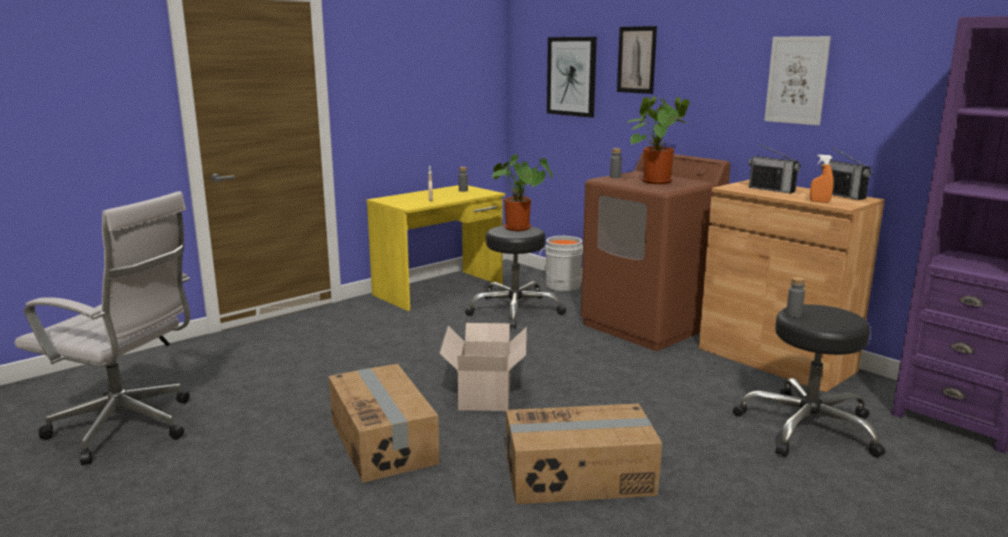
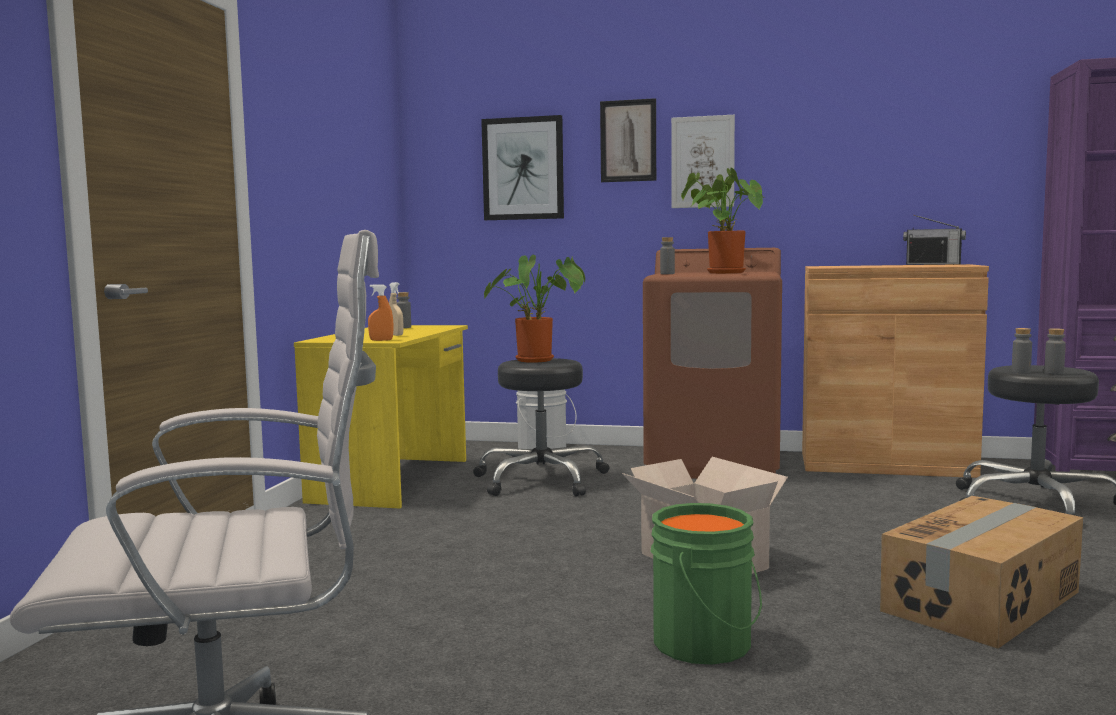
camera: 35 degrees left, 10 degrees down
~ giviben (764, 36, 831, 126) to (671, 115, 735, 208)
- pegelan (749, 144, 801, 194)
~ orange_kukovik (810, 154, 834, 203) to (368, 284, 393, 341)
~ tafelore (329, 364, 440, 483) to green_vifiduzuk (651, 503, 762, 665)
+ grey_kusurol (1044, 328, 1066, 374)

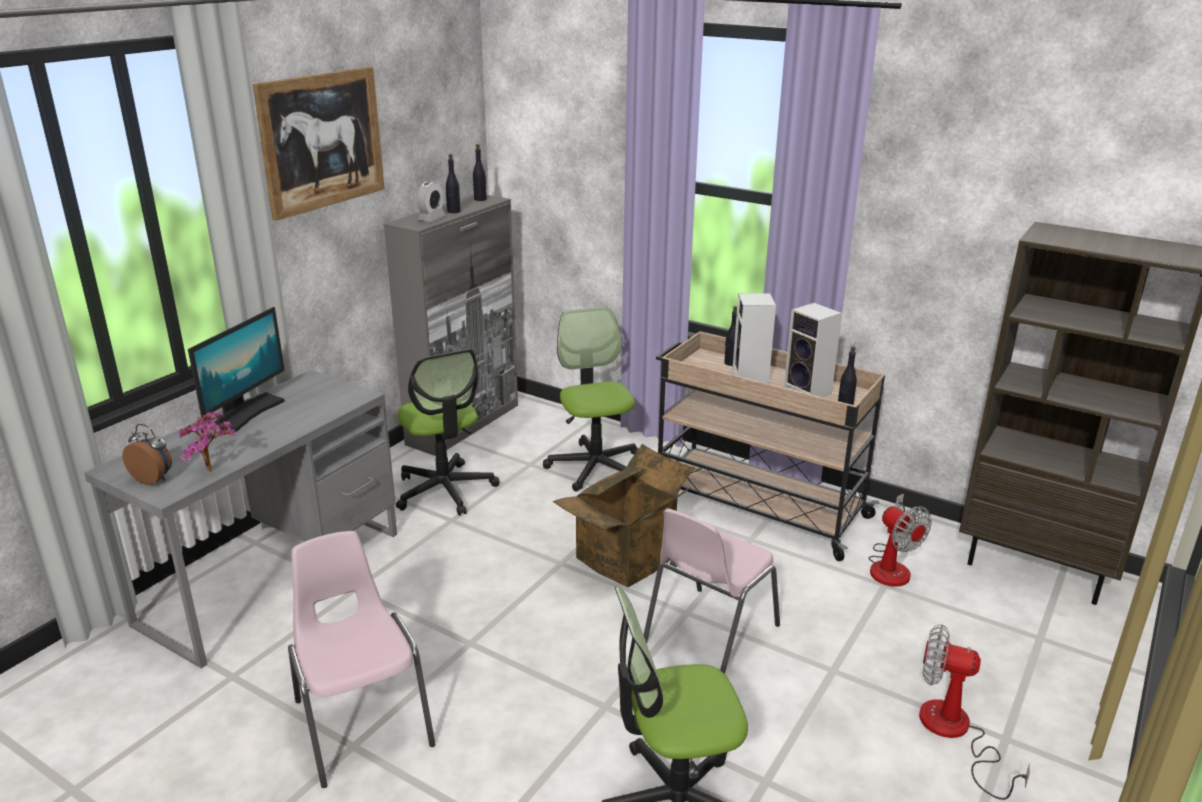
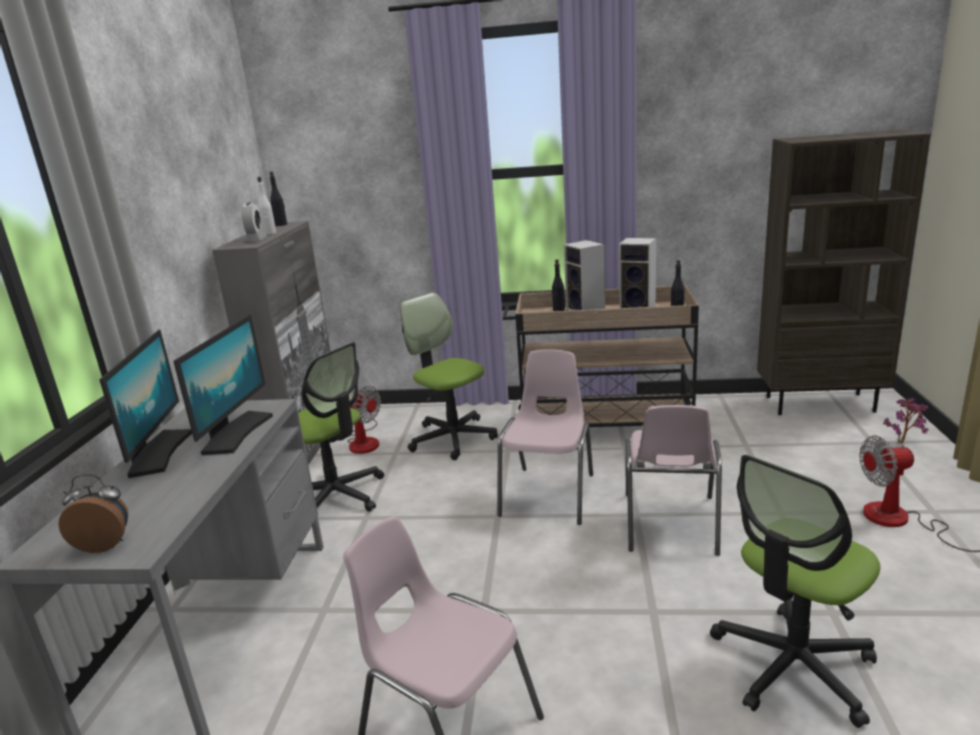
camera: 25 degrees left, 5 degrees down
- giviben (253, 66, 385, 221)
~ black_kusurol (446, 154, 461, 213) to white_kusurol (257, 177, 276, 235)
~ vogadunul (179, 411, 236, 471) to (883, 398, 928, 443)
~ tafelore (553, 444, 695, 587) to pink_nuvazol (497, 349, 593, 525)
~ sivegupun (868, 494, 932, 587) to (348, 386, 381, 454)
+ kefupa (173, 315, 273, 455)

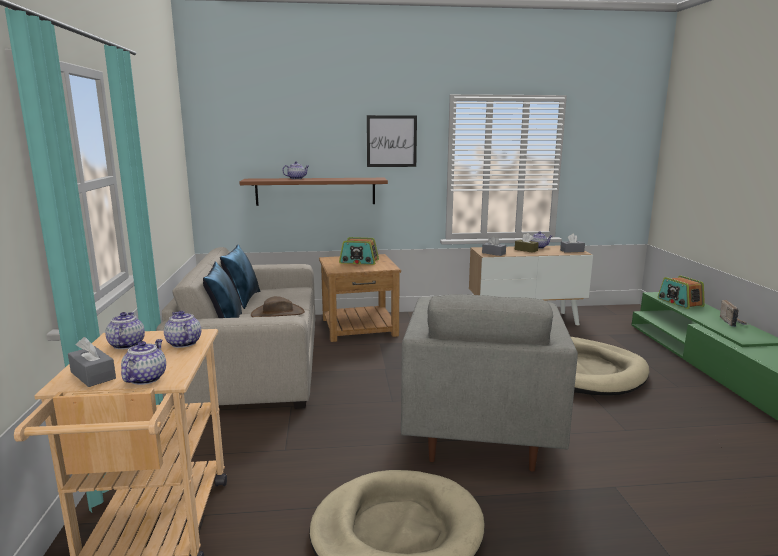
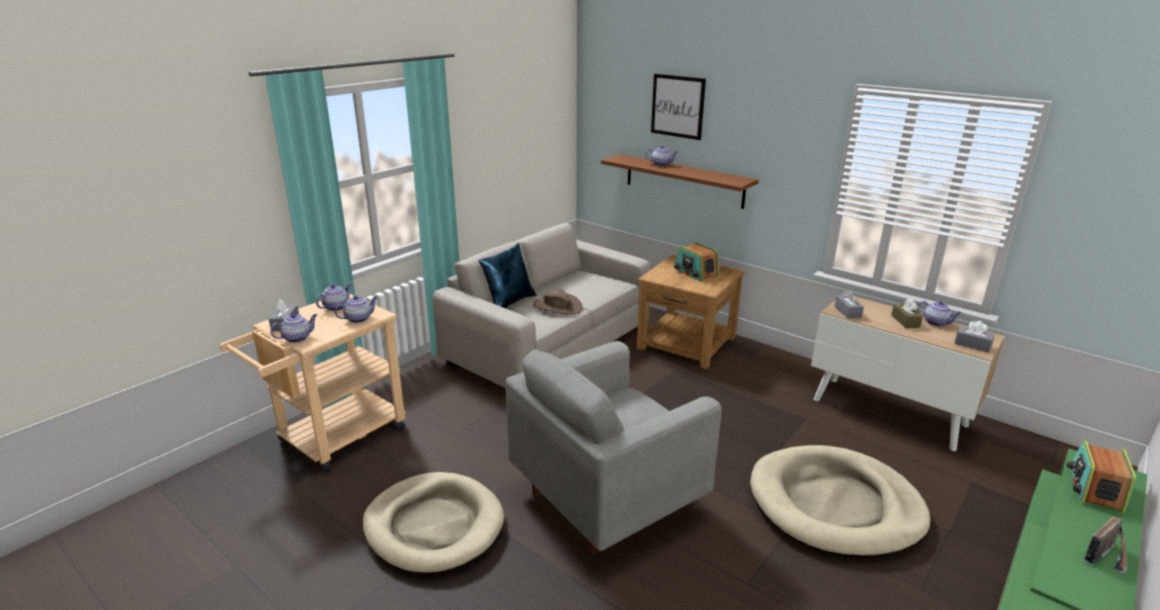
camera: 45 degrees right, 10 degrees up
~ giviben (367, 115, 417, 167) to (651, 74, 706, 140)
- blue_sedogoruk (220, 244, 260, 309)
~ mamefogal (164, 311, 201, 348) = (335, 296, 378, 323) 45 degrees clockwise

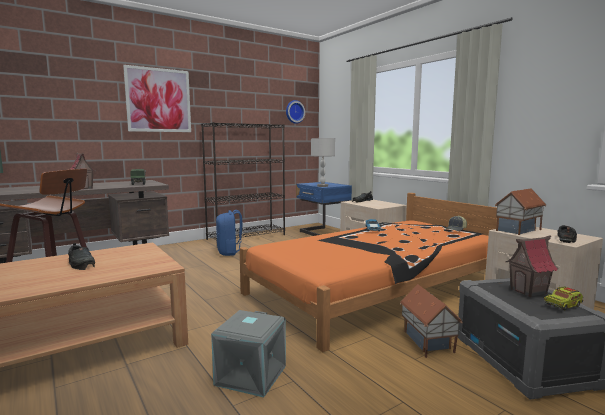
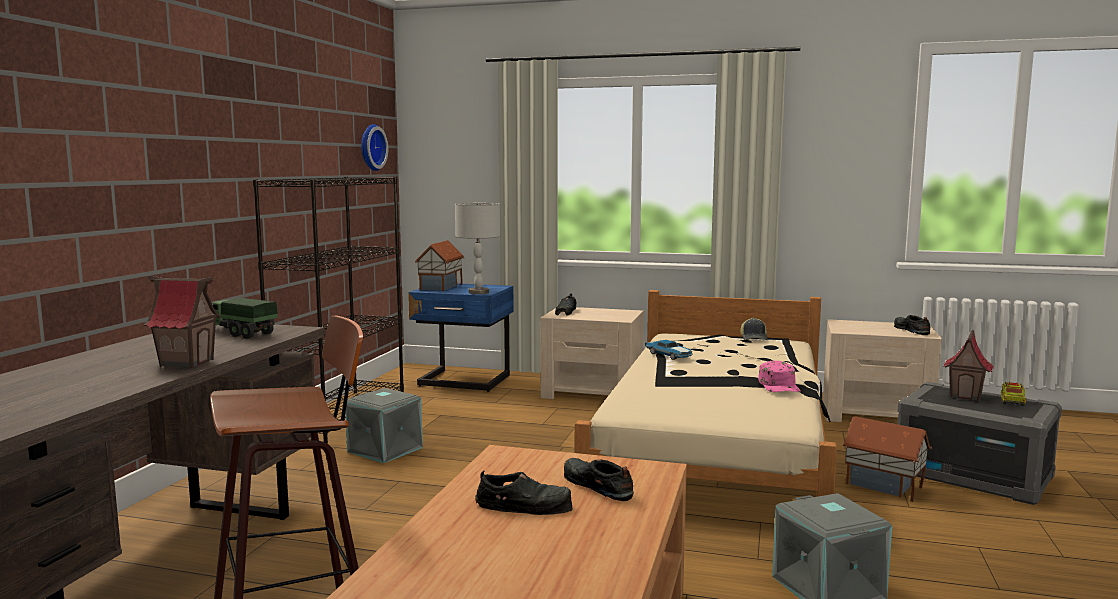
camera: 40 degrees left, 0 degrees up
- giviben (123, 65, 191, 132)
~ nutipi (495, 188, 546, 235) to (415, 240, 464, 291)
~ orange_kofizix (239, 193, 497, 352) to beige_kofizix (575, 290, 837, 497)
~ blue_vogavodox (216, 210, 243, 256) to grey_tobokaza (346, 388, 423, 463)
+ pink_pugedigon (758, 361, 801, 392)
+ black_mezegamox (564, 458, 634, 501)

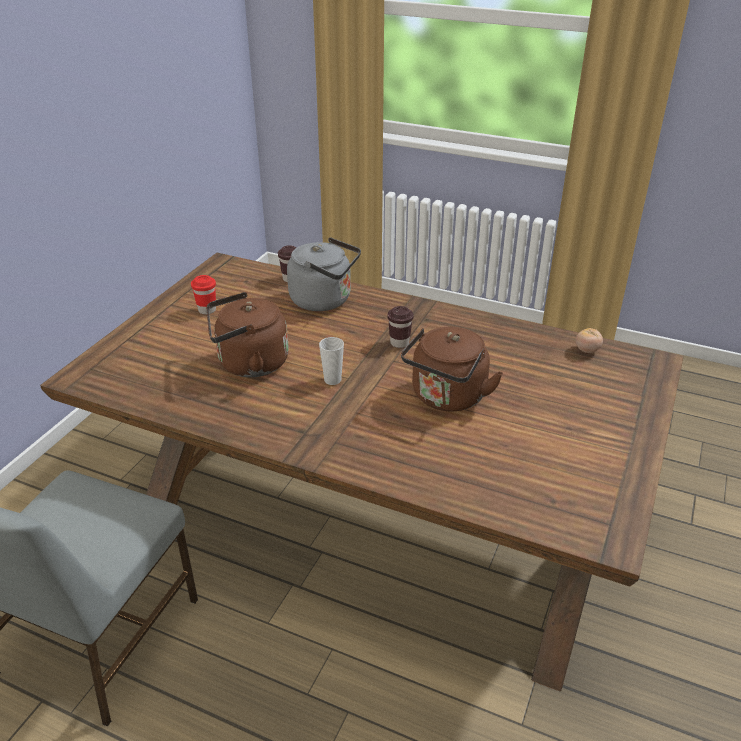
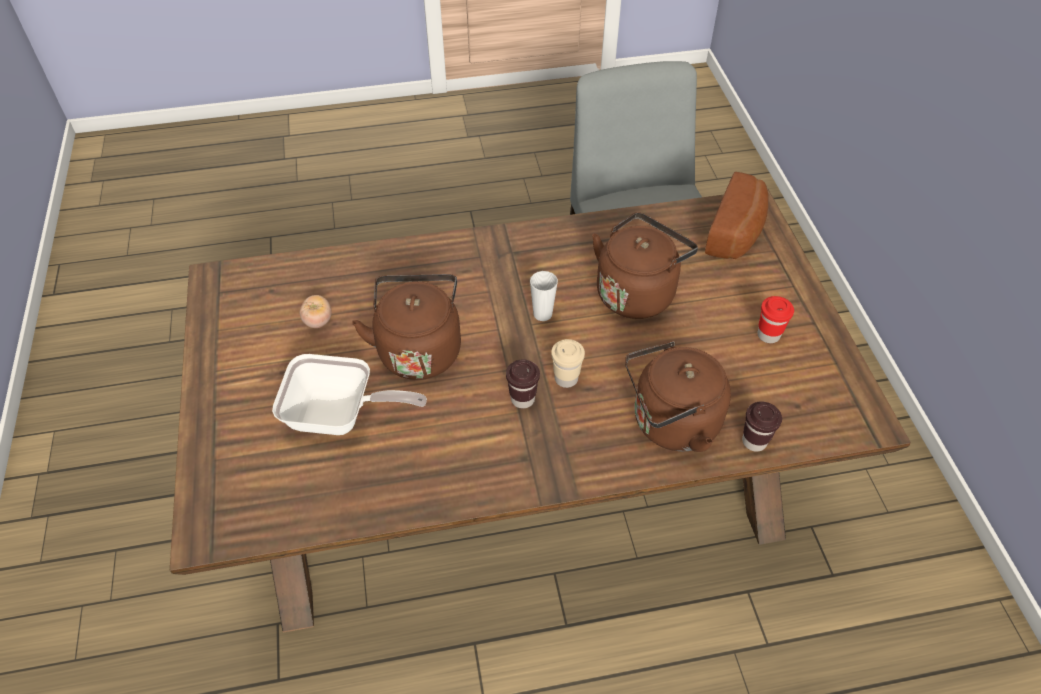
camera: 145 degrees right, 15 degrees up
~ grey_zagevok (287, 237, 361, 311) to brown_zagevok (625, 341, 731, 452)
~ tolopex (576, 328, 603, 353) to (300, 295, 332, 328)
+ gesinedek (705, 172, 769, 259)
+ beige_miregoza (551, 339, 585, 388)
+ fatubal (272, 354, 427, 435)

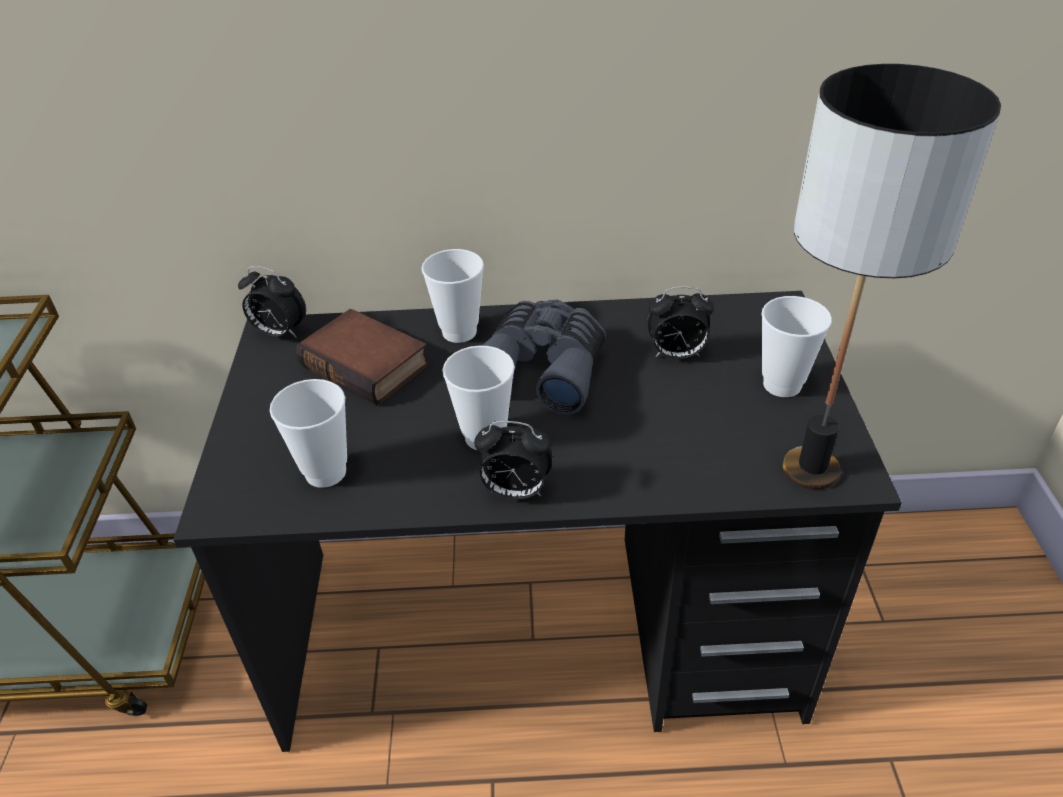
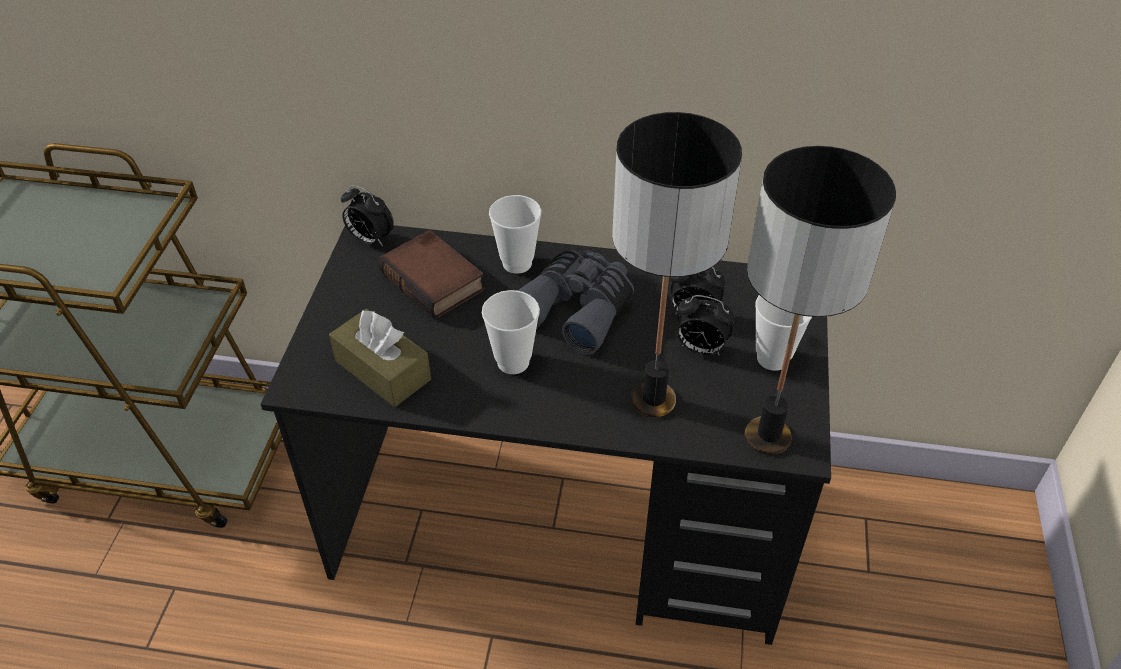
camera: 10 degrees right, 5 degrees up
~ miregoza (270, 379, 347, 488) to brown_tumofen (329, 309, 431, 407)
~ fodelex (474, 421, 553, 499) to (678, 295, 734, 356)
+ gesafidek (612, 112, 742, 417)

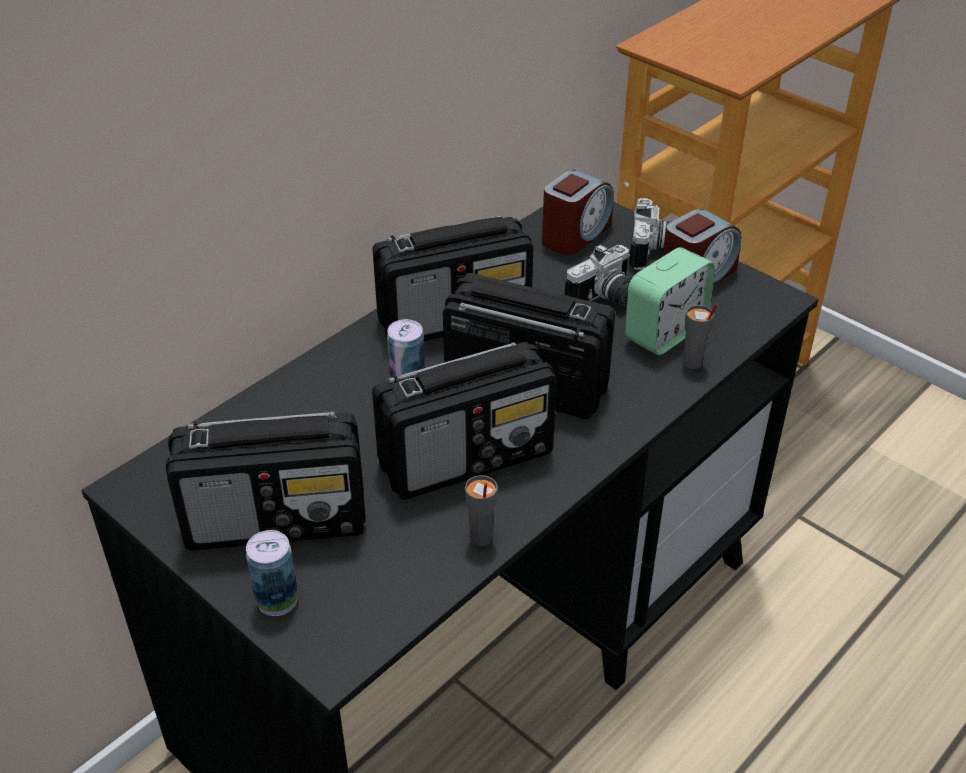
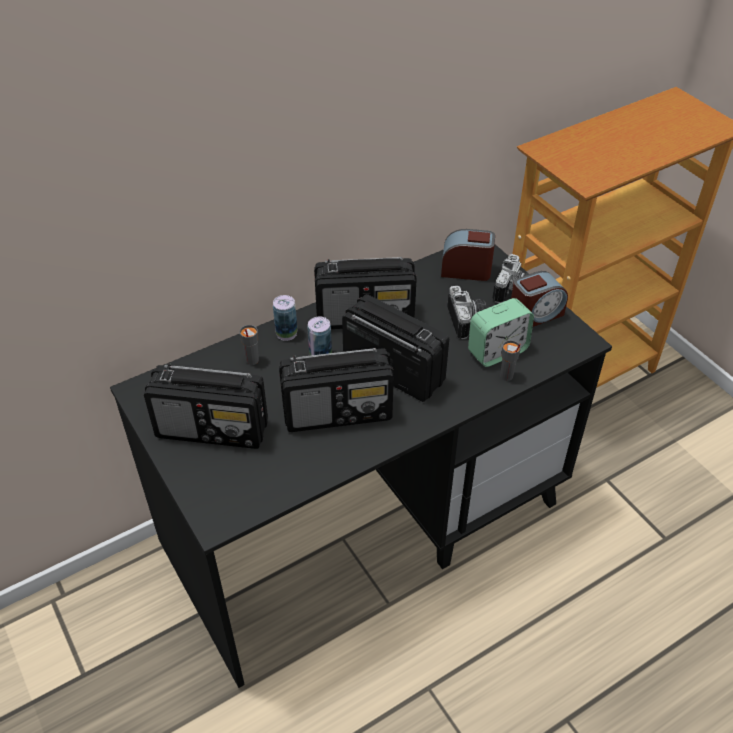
camera: 15 degrees right, 5 degrees up
~ fodelex (542, 170, 614, 256) = (441, 229, 495, 281) 135 degrees counterclockwise
~ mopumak (565, 244, 631, 306) = (447, 286, 486, 339) 75 degrees counterclockwise
~ grey_miregoza (465, 475, 498, 547) to (239, 325, 259, 365)
~ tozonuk (246, 530, 298, 616) to (273, 295, 297, 341)

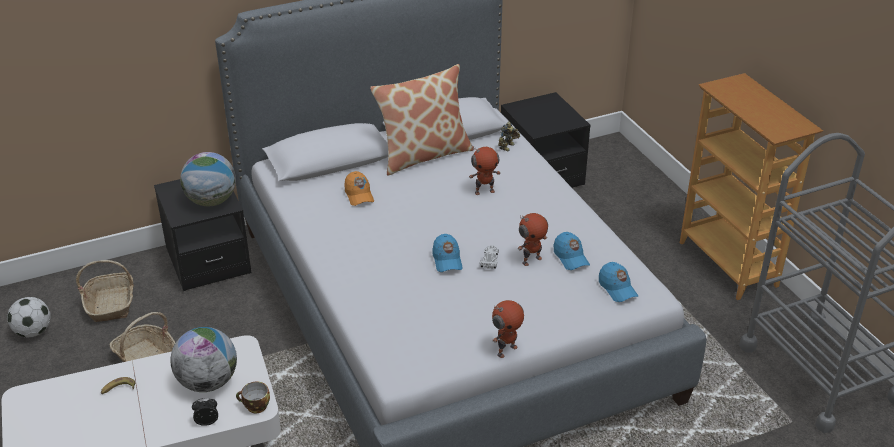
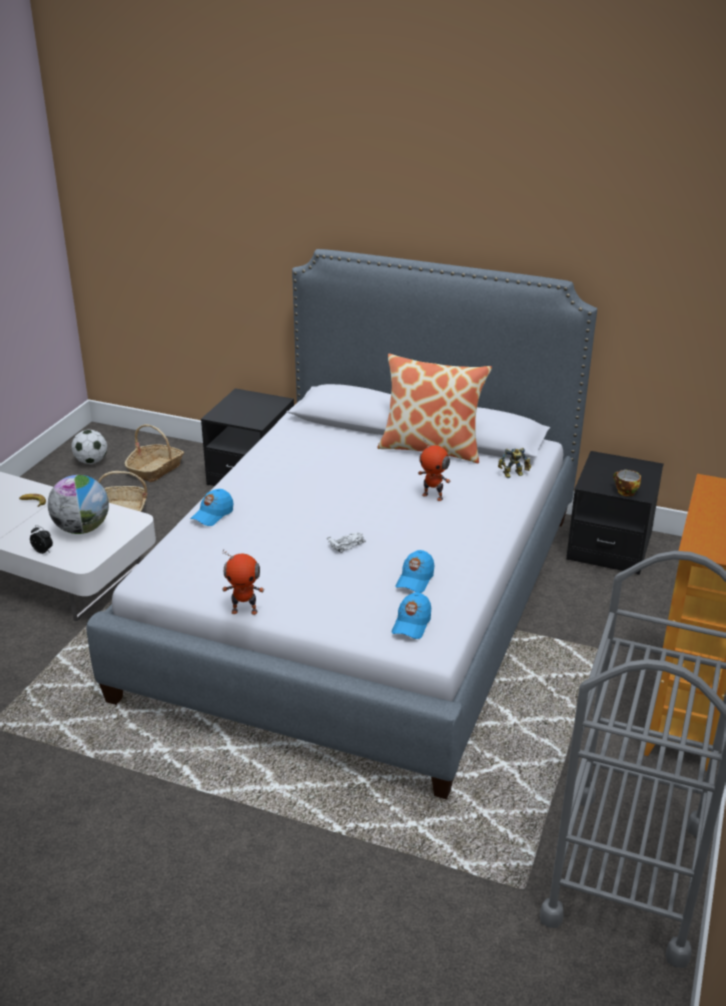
camera: 45 degrees right, 5 degrees down
- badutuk (180, 152, 236, 206)
- orange_pugedigon (345, 171, 374, 206)
- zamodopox (518, 213, 548, 266)
~ blue_pugedigon (433, 234, 463, 272) to (190, 489, 233, 526)
~ miregoza (236, 382, 270, 413) to (613, 470, 641, 496)

